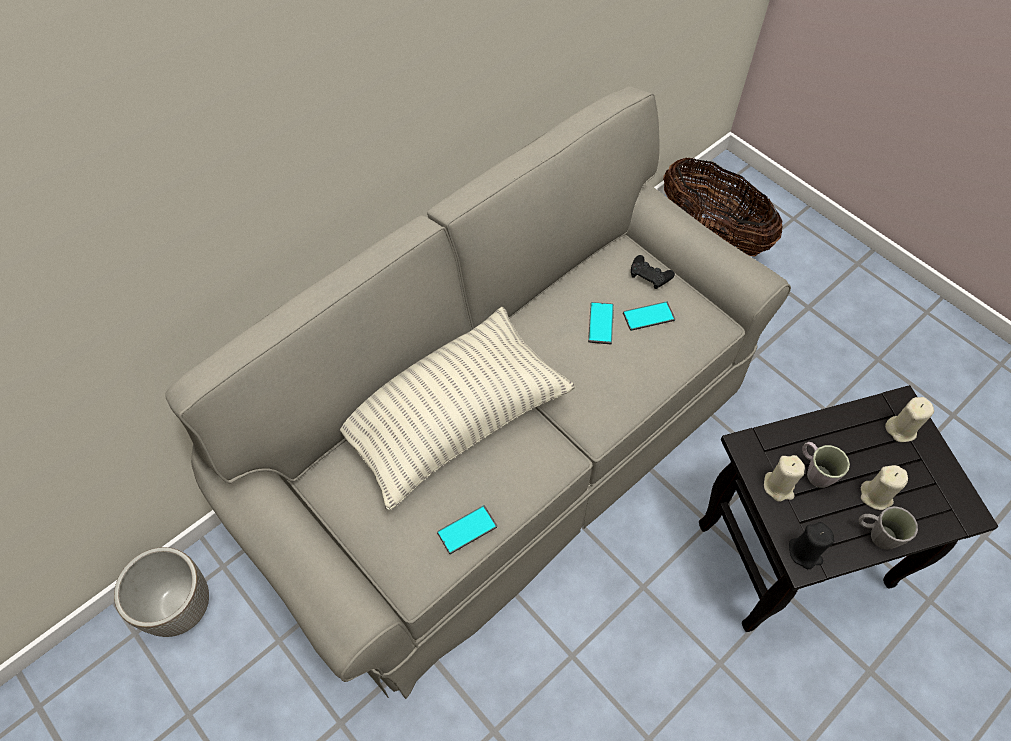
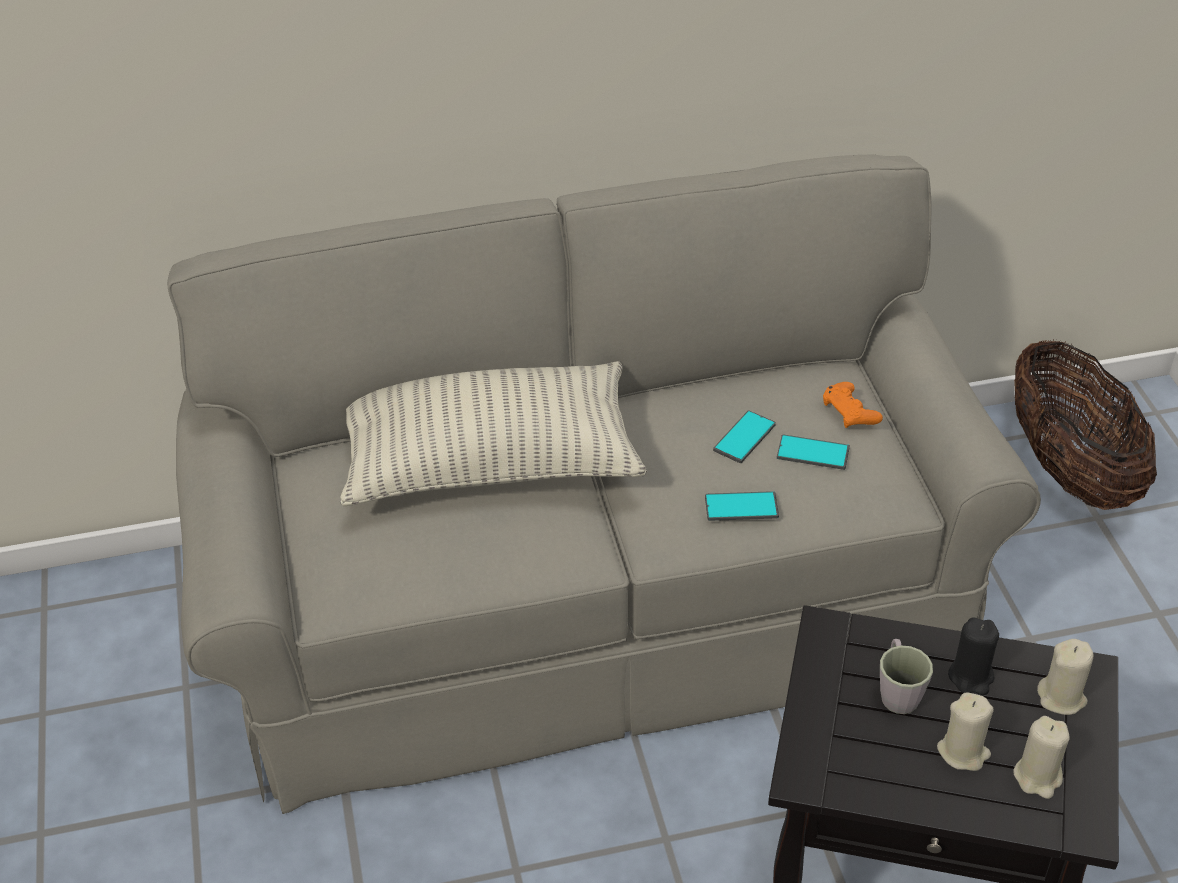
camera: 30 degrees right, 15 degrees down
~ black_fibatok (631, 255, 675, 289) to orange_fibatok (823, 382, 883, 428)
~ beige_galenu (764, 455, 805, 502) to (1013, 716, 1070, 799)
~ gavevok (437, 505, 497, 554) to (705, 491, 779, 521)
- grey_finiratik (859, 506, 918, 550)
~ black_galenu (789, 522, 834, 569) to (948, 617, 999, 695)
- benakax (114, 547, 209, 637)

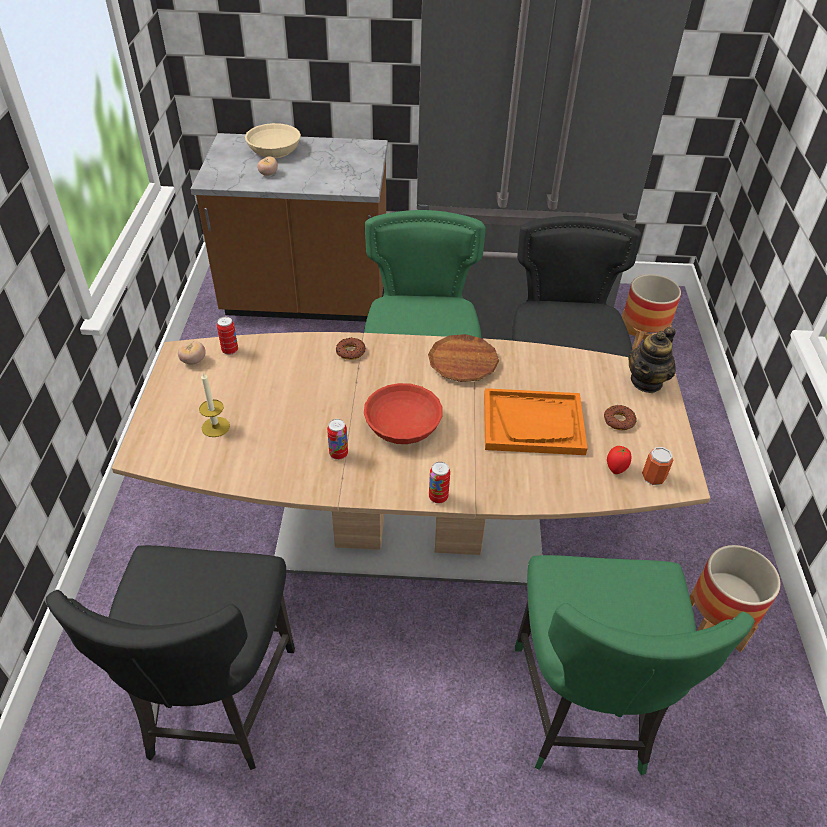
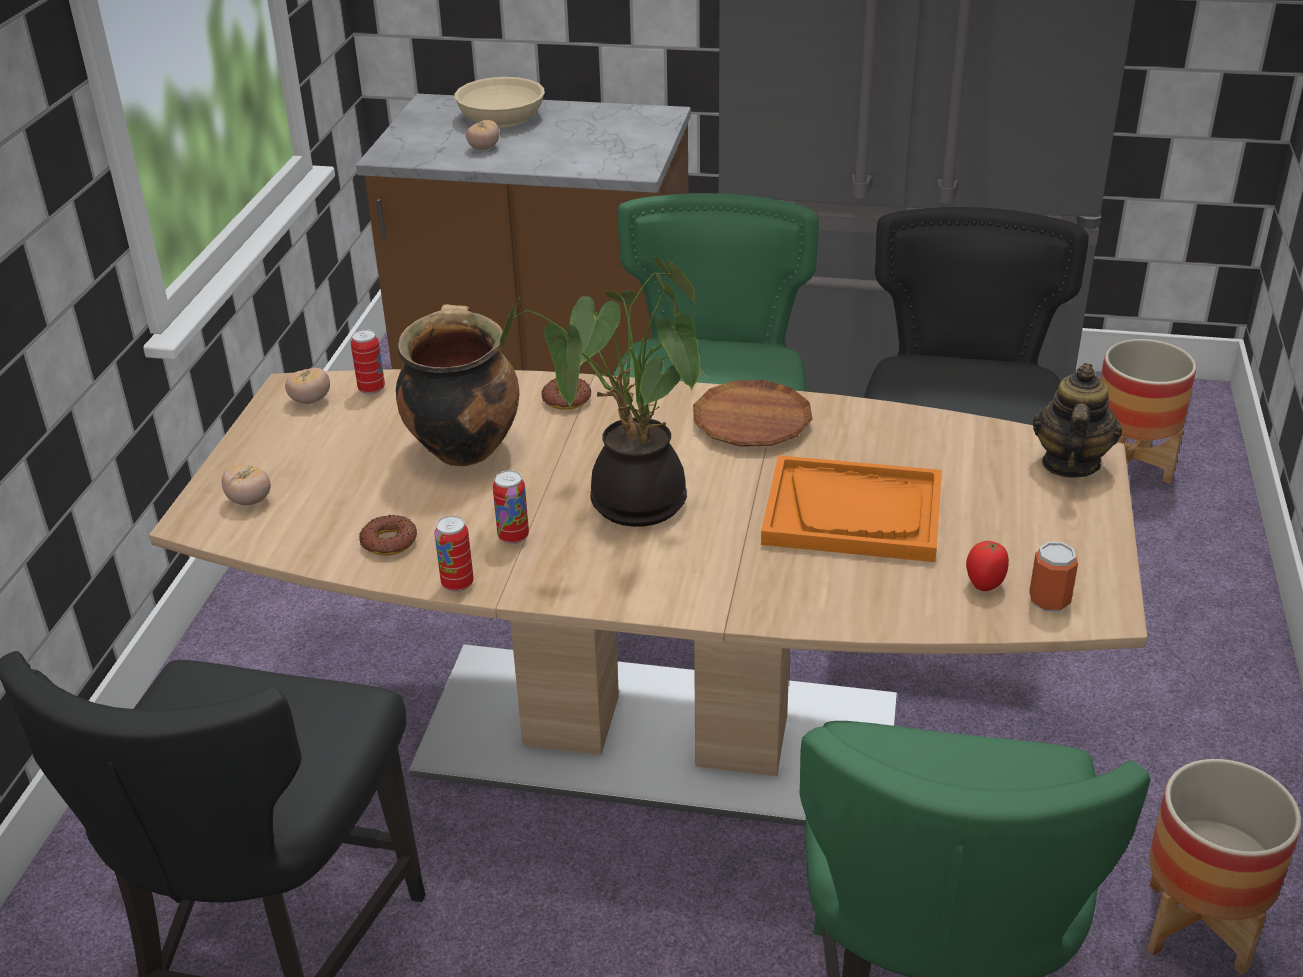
camera: 10 degrees right, 10 degrees down
~ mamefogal (628, 327, 676, 393) = (1033, 363, 1122, 478) 150 degrees clockwise
- galenu (199, 373, 230, 437)
~ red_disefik (364, 383, 443, 444) to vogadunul (500, 257, 707, 527)
~ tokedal (604, 405, 637, 430) to (359, 515, 417, 556)
~ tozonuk (429, 462, 450, 503) to (435, 516, 474, 592)
+ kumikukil (396, 304, 519, 466)
+ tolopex (222, 465, 271, 505)

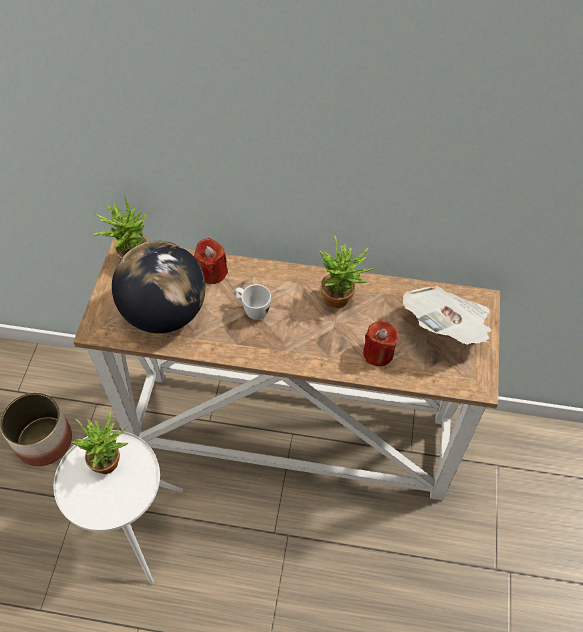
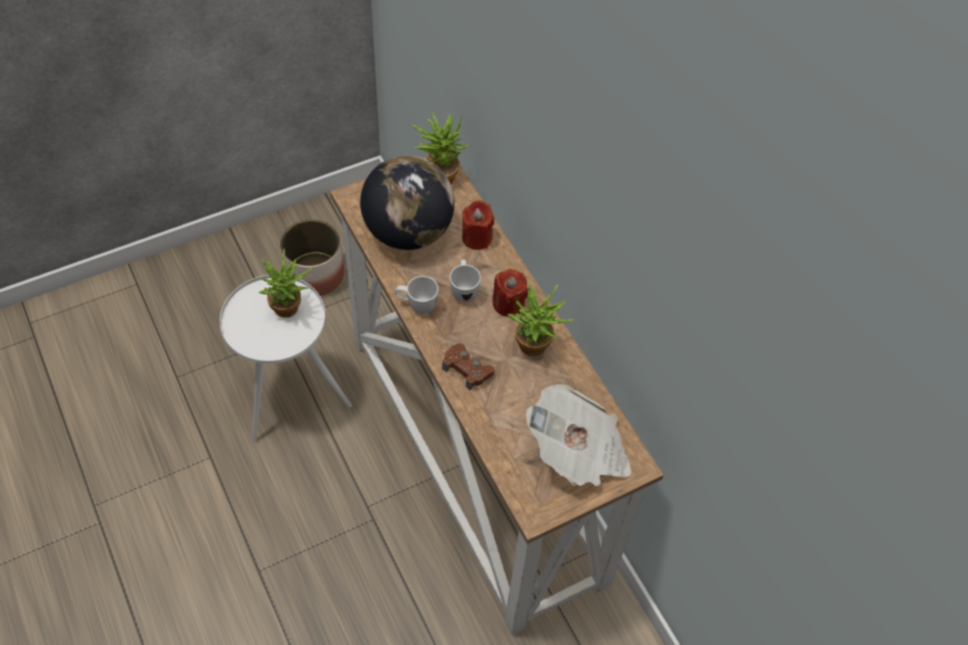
camera: 50 degrees right, 0 degrees up
~ red_galenu (363, 320, 399, 366) to (492, 269, 528, 317)
+ white_finiratik (395, 276, 439, 314)
+ brown_fibatok (442, 343, 495, 390)

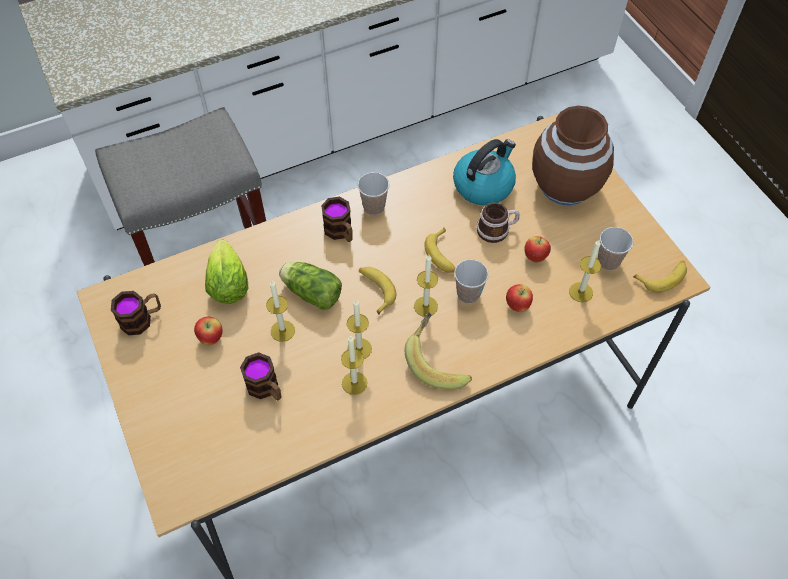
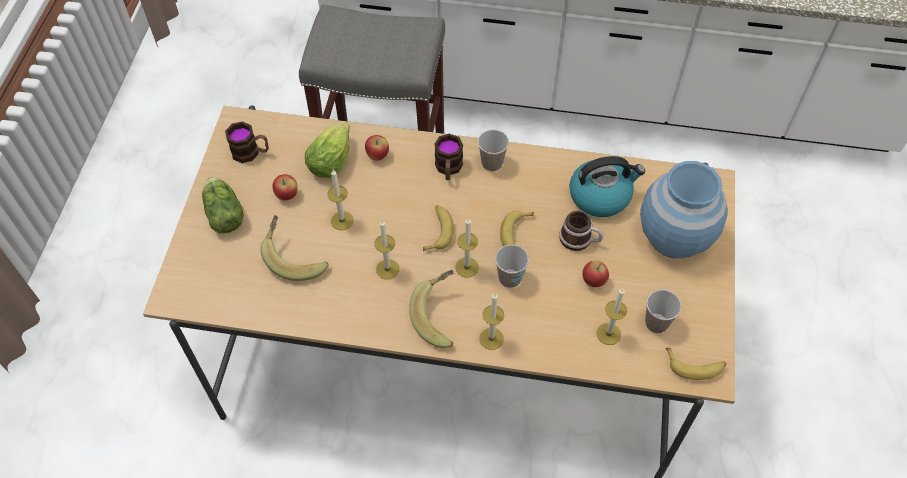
camera: 35 degrees right, 0 degrees up
~ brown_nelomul (532, 106, 614, 206) to blue_nelomul (640, 161, 728, 258)
~ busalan (279, 262, 342, 310) to (202, 177, 244, 234)
~ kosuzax (506, 284, 533, 312) to (365, 135, 389, 161)
~ galenu (341, 336, 367, 395) to (479, 293, 504, 350)
~ finiratik (240, 352, 282, 400) to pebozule (260, 215, 329, 281)

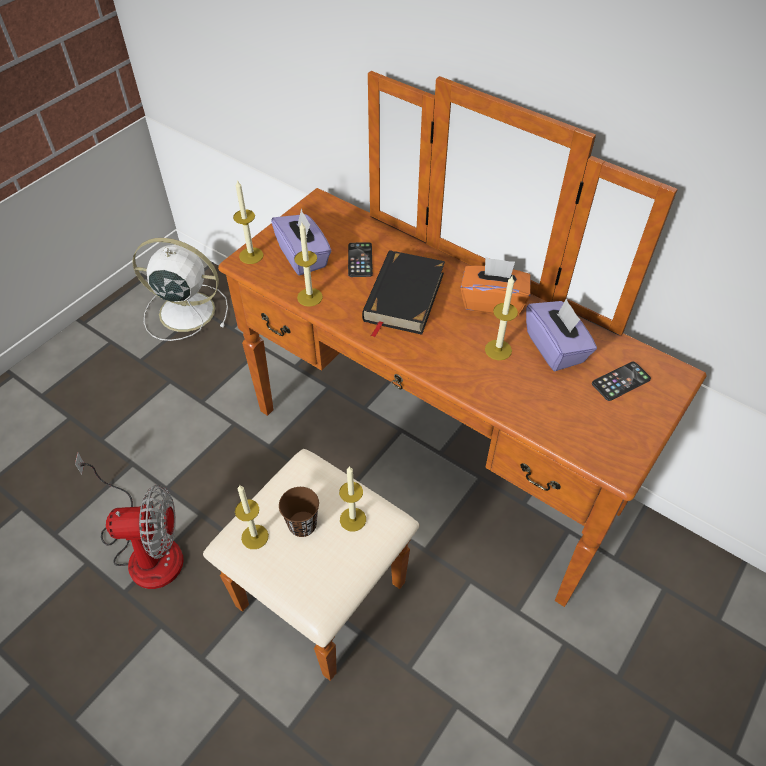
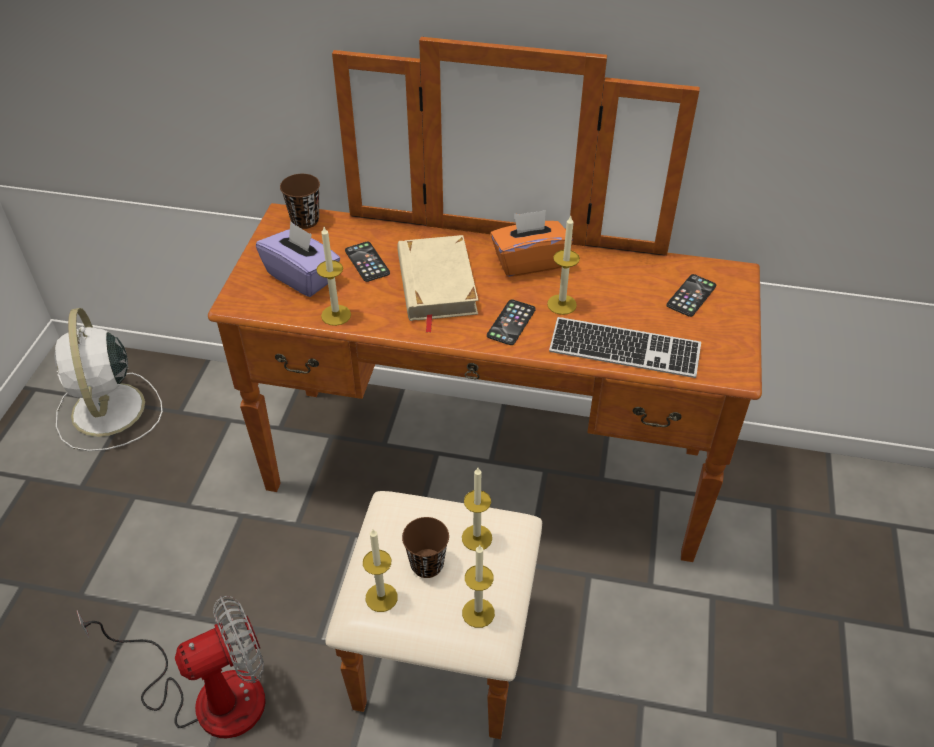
camera: 25 degrees left, 5 degrees down
~ galenu (233, 180, 264, 264) to (462, 544, 495, 628)
~ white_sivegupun (132, 238, 228, 341) = (54, 308, 163, 451) 90 degrees counterclockwise
~ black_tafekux (362, 250, 445, 338) to beige_tafekux (397, 235, 478, 333)
- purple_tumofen (526, 298, 597, 371)
+ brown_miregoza (280, 174, 320, 229)
+ gavevok (487, 299, 536, 345)
+ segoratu (549, 317, 701, 378)

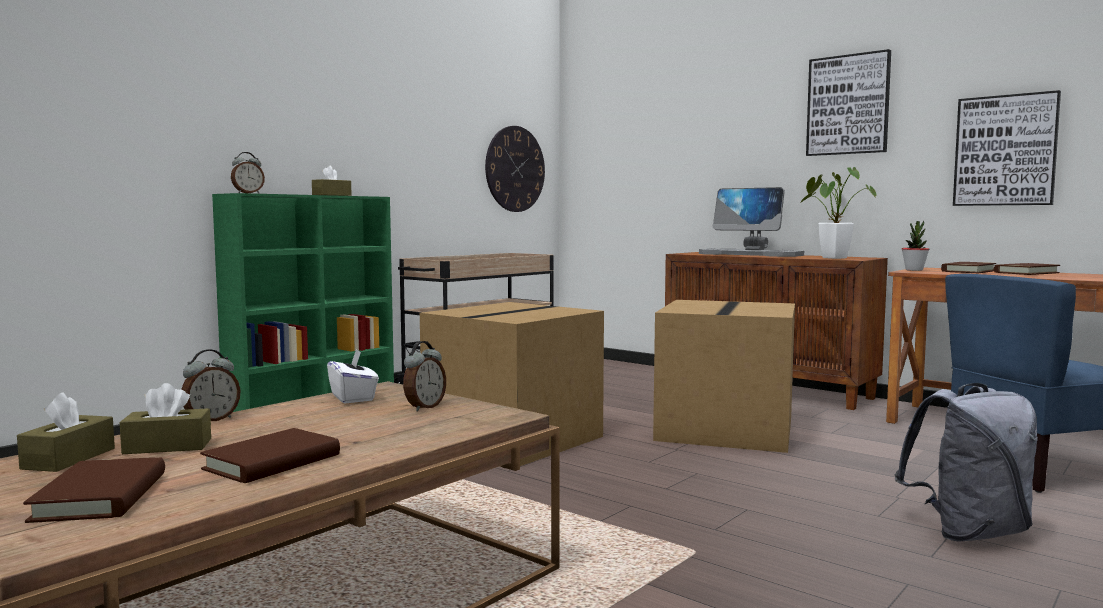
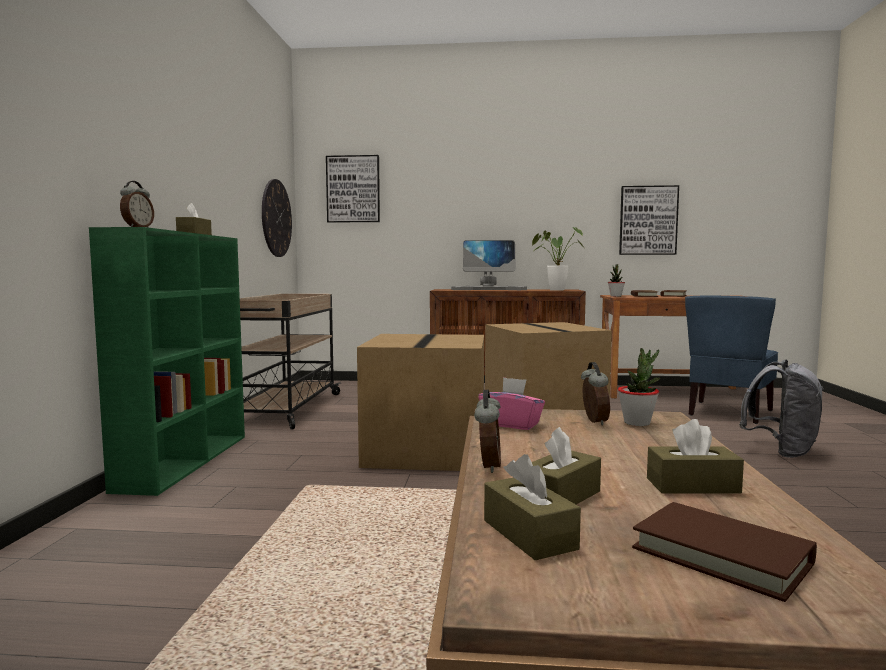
camera: 35 degrees left, 0 degrees up
~ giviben (806, 49, 891, 156) to (326, 155, 380, 223)
~ white_tumofen (327, 349, 379, 403) to pink_tumofen (478, 377, 545, 430)
~ brown_tafekux (200, 428, 340, 483) to brown_tumofen (647, 419, 744, 494)
+ vogadunul (618, 348, 660, 426)

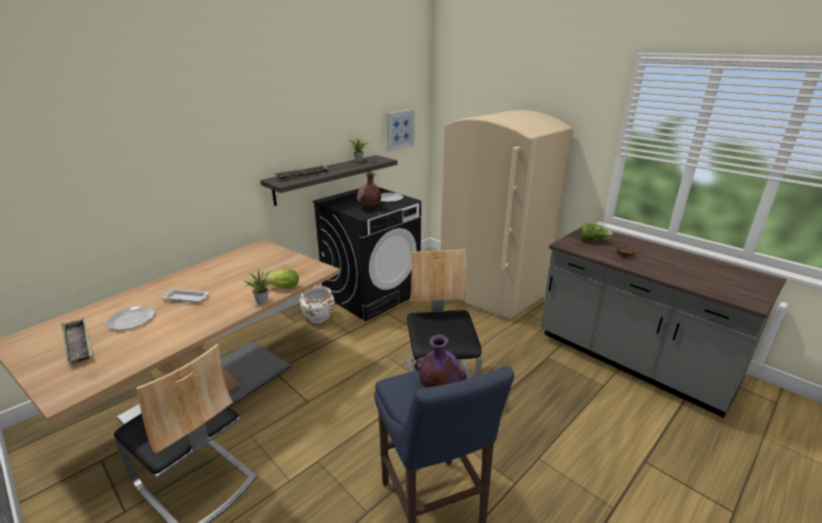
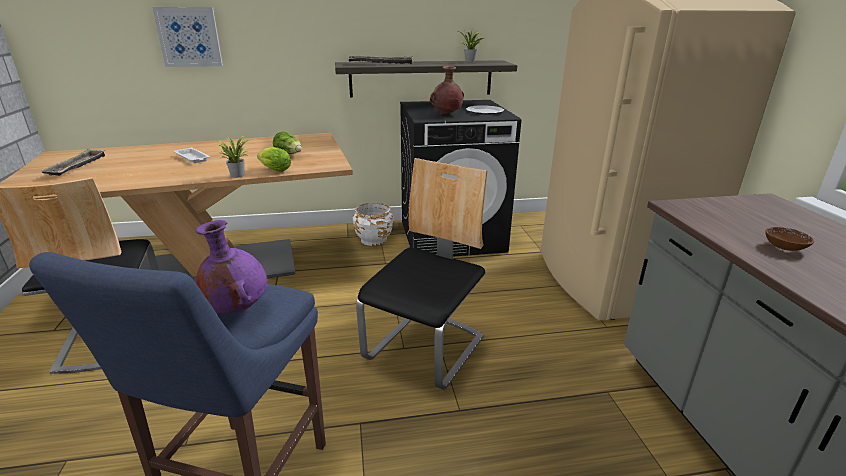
camera: 35 degrees right, 0 degrees up
~ giviben (386, 109, 415, 151) to (152, 7, 223, 67)
~ busalan (580, 223, 613, 241) to (273, 131, 302, 154)
- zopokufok (106, 306, 155, 330)

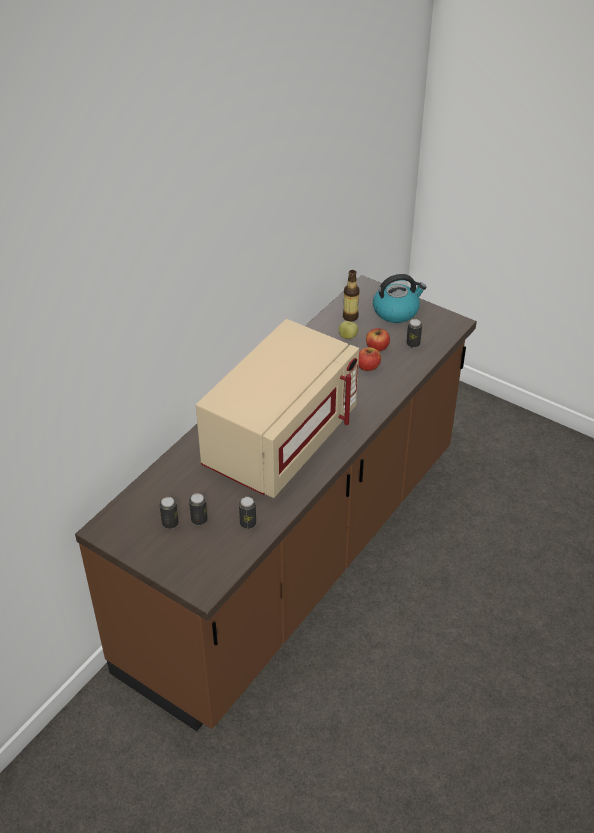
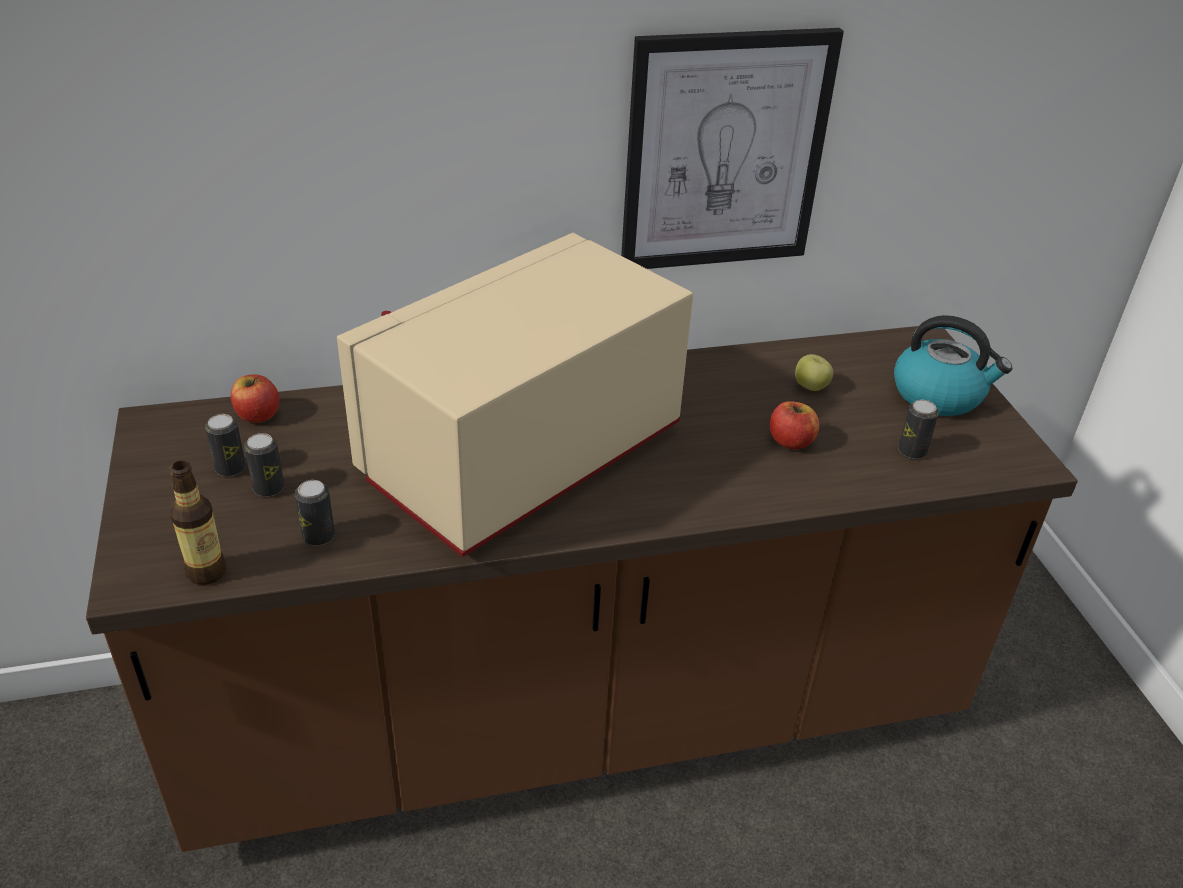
camera: 40 degrees right, 5 degrees down
~ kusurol (343, 270, 360, 321) to (170, 461, 226, 585)
~ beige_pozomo (196, 319, 359, 498) = (337, 233, 693, 557) 150 degrees clockwise
~ kosuzax (366, 328, 390, 352) to (231, 375, 279, 423)
+ giviben (621, 28, 844, 269)

